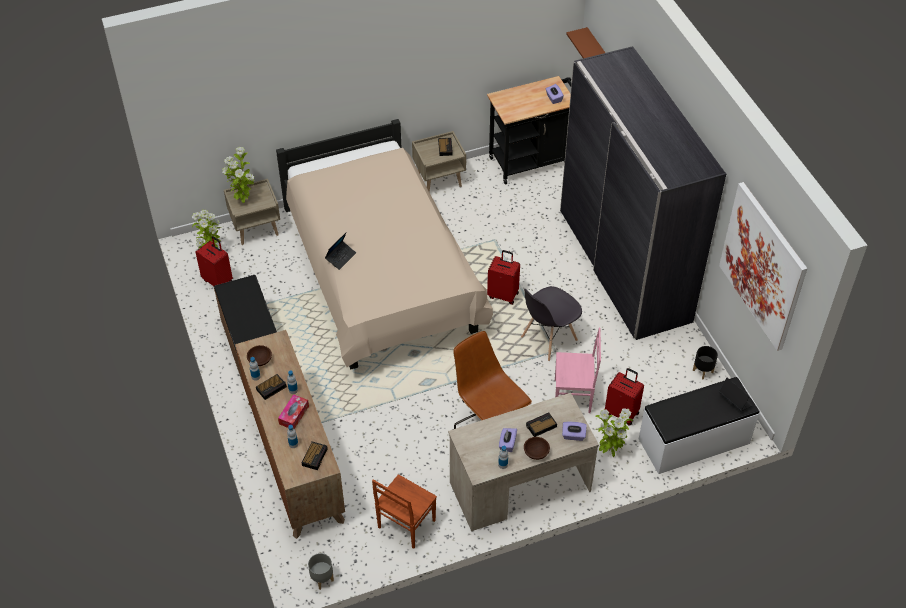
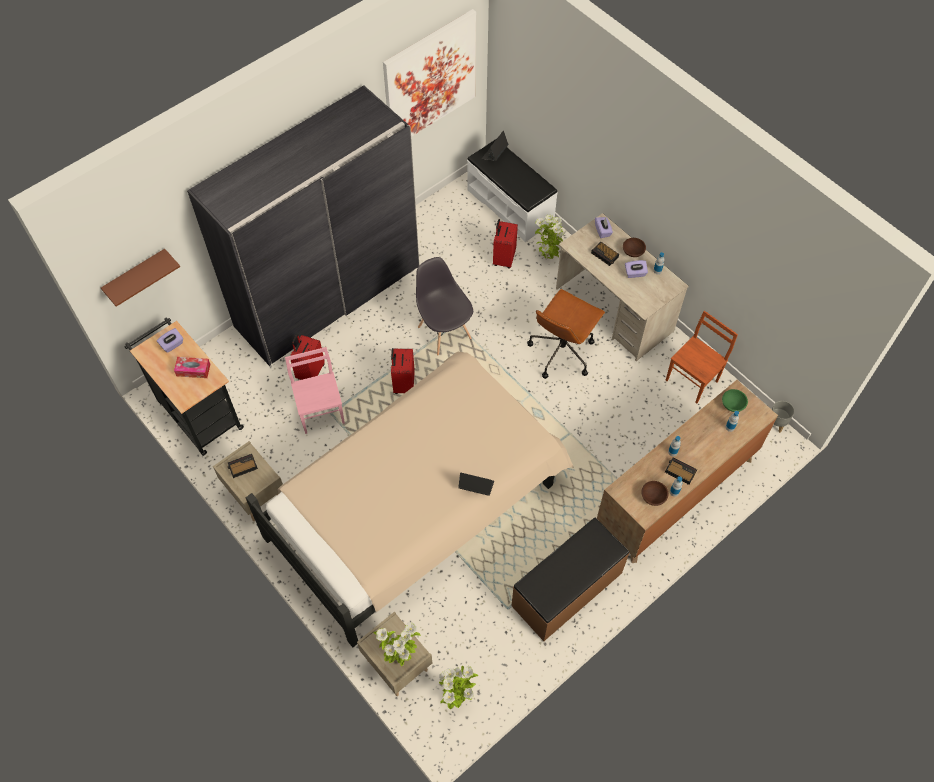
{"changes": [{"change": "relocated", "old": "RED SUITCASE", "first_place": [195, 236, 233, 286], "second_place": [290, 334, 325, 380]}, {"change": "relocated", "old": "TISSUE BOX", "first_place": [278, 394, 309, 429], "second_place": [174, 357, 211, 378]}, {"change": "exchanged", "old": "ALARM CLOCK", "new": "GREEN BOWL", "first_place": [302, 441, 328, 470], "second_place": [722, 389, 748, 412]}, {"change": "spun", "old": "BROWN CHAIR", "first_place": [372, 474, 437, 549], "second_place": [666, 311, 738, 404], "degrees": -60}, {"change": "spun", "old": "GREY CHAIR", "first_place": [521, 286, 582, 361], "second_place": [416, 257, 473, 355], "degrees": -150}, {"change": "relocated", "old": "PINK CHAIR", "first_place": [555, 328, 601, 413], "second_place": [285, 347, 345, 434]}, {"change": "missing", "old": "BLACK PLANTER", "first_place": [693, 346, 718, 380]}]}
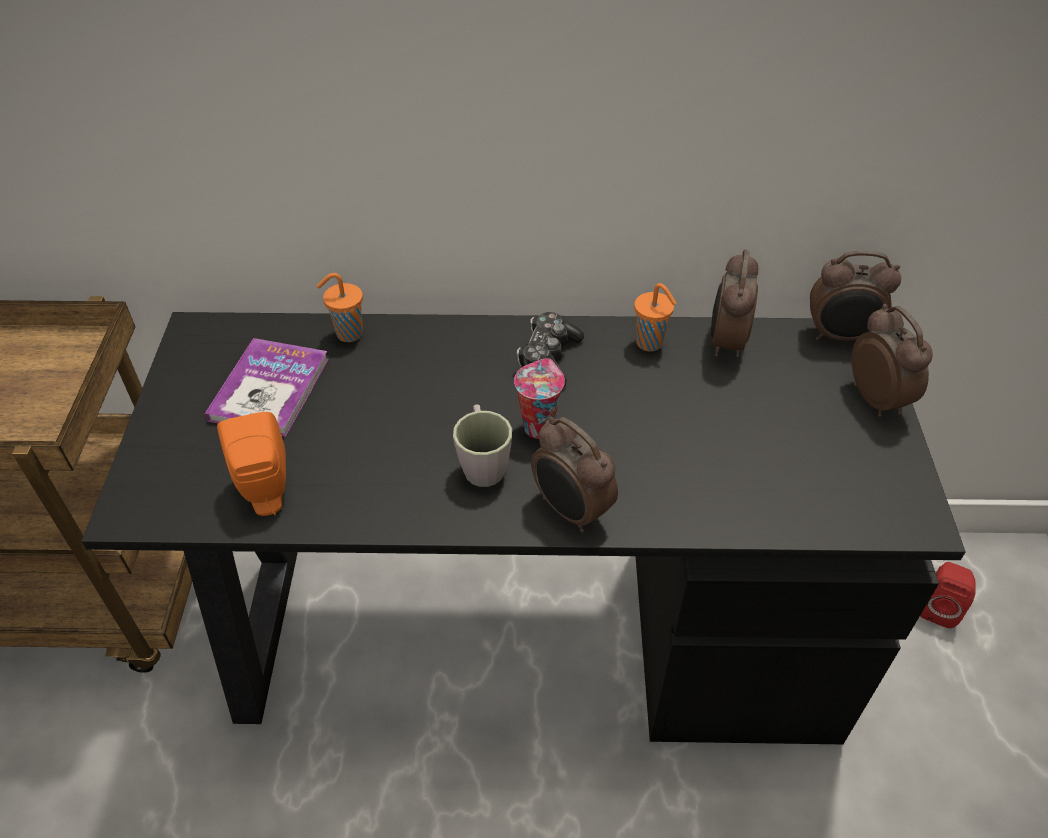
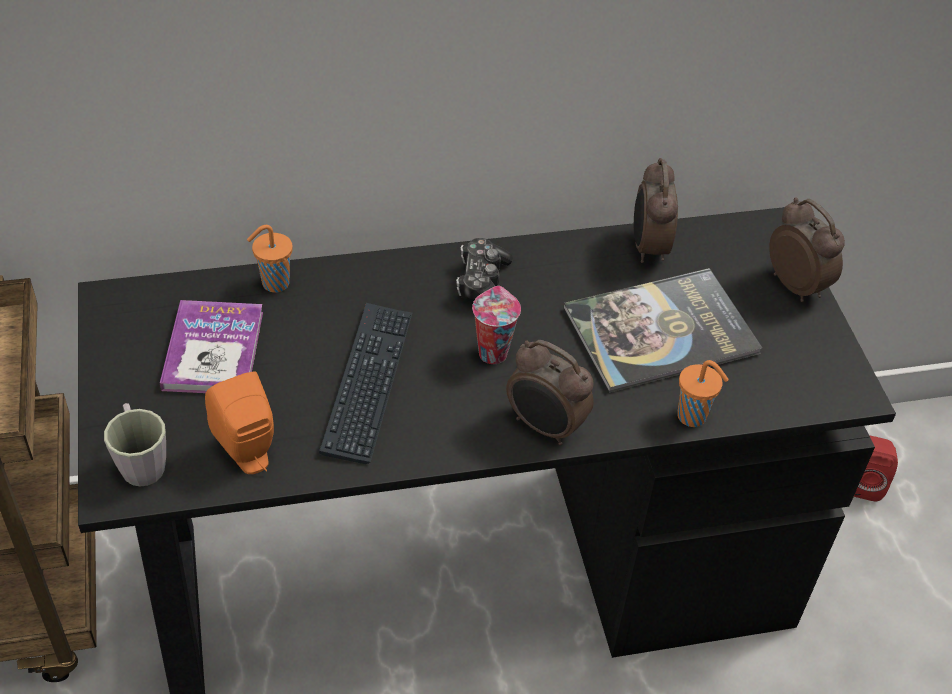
{"changes": [{"change": "relocated", "old": "GREY MUG", "first_place": [453, 404, 512, 487], "second_place": [104, 403, 166, 487]}, {"change": "relocated", "old": "ORANGE CUP", "first_place": [634, 283, 676, 351], "second_place": [677, 360, 729, 427]}, {"change": "missing", "old": "ALARM CLOCK", "first_place": [810, 250, 901, 341]}, {"change": "appeared", "new": "KEYBOARD", "second_place": [319, 303, 412, 464]}, {"change": "appeared", "new": "BOOK", "second_place": [564, 268, 762, 393]}]}
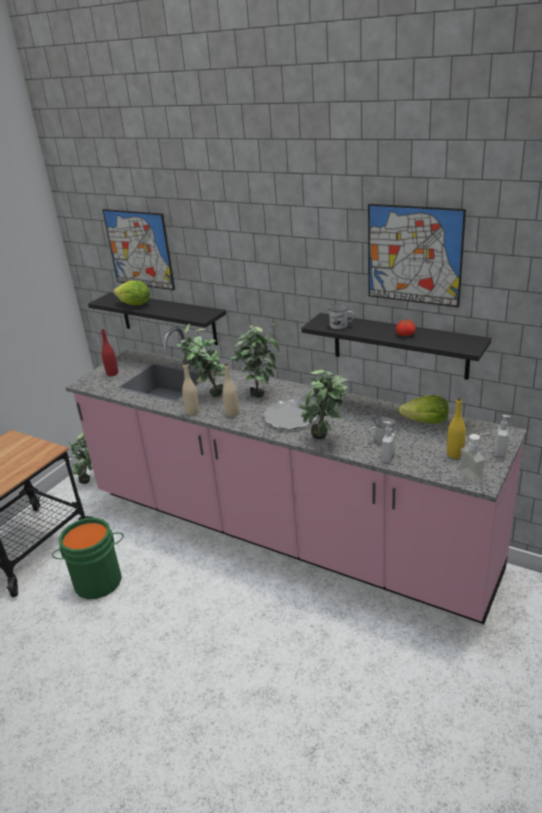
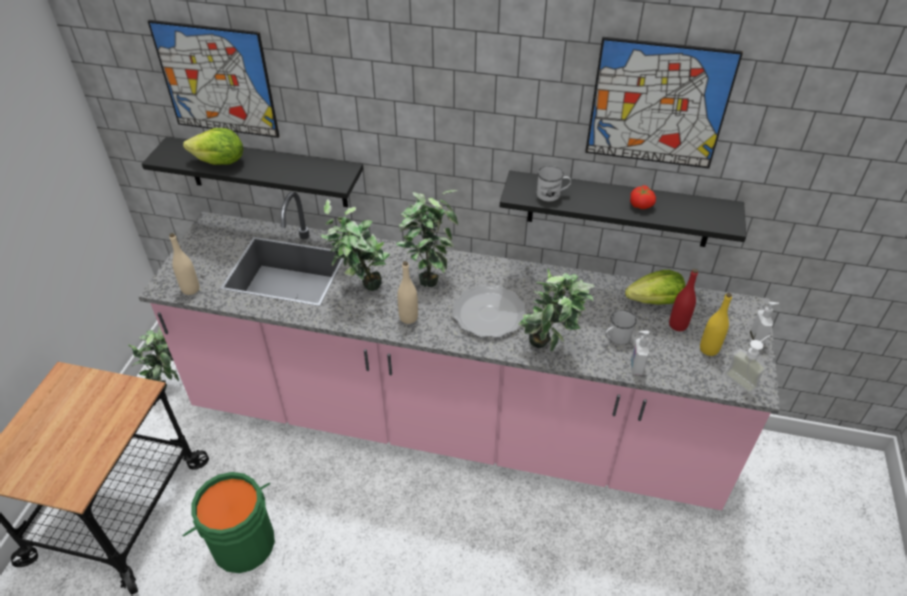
{"changes": [{"change": "relocated", "old": "RED BOTTLE", "first_place": [101, 329, 118, 376], "second_place": [669, 269, 698, 331]}, {"change": "relocated", "old": "BEIGE BOTTLE", "first_place": [182, 363, 199, 416], "second_place": [169, 233, 199, 295]}]}
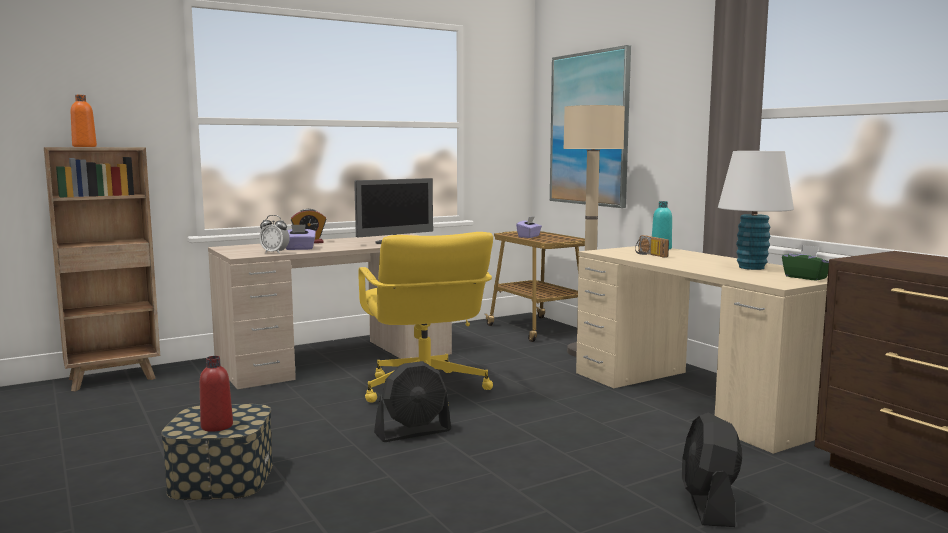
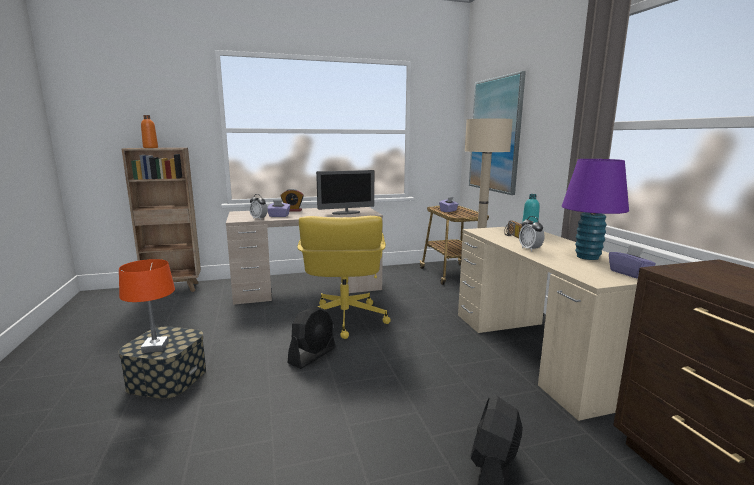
{"changes": [{"change": "exchanged", "old": "RED BOTTLE", "new": "ORANGE TABLE LAMP", "first_place": [199, 356, 233, 432], "second_place": [119, 259, 175, 353]}, {"change": "spun", "old": "BLACK FAN", "first_place": [374, 361, 451, 442], "second_place": [288, 306, 336, 369], "degrees": -45}, {"change": "colour", "old": "WHITE TABLE LAMP", "new": "PURPLE TABLE LAMP", "first_place": [718, 151, 794, 270], "second_place": [562, 159, 629, 260]}, {"change": "colour", "old": "GREEN TISSUE BOX", "new": "PURPLE TISSUE BOX", "first_place": [782, 245, 829, 280], "second_place": [609, 245, 656, 279]}, {"change": "appeared", "new": "ALARM CLOCK", "second_place": [519, 216, 545, 252]}]}
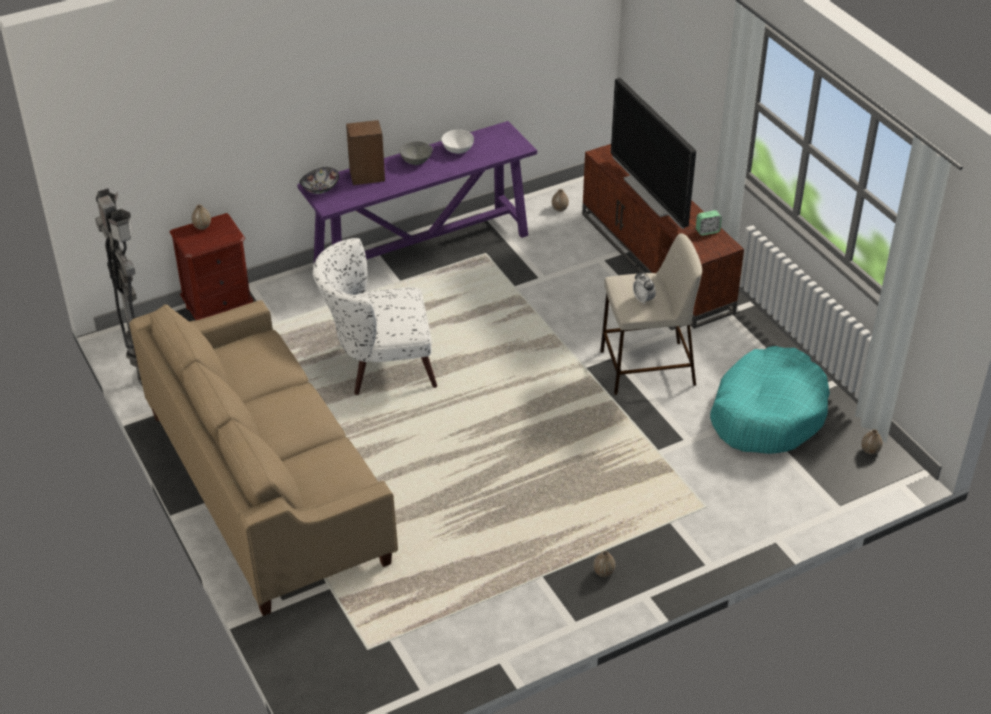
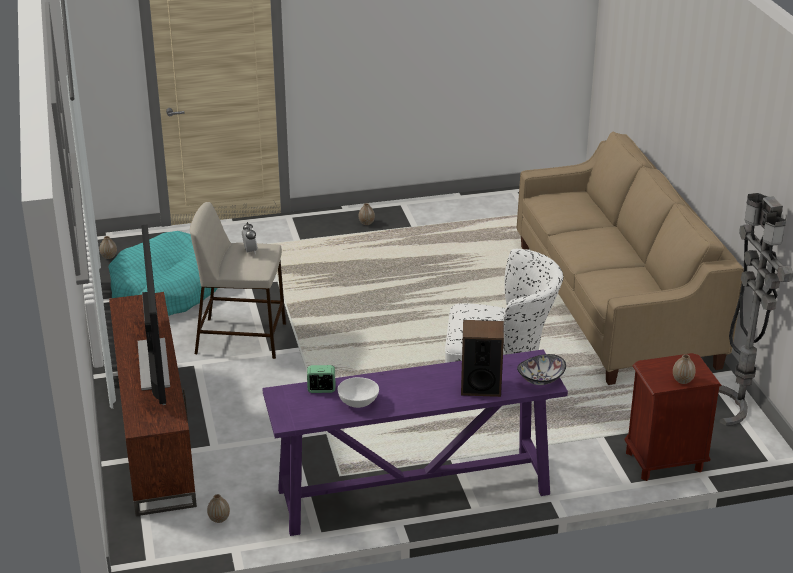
{"changes": [{"change": "missing", "old": "GREY BOWL", "first_place": [400, 141, 433, 165]}, {"change": "relocated", "old": "ALARM CLOCK", "first_place": [696, 210, 722, 236], "second_place": [307, 365, 336, 393]}]}
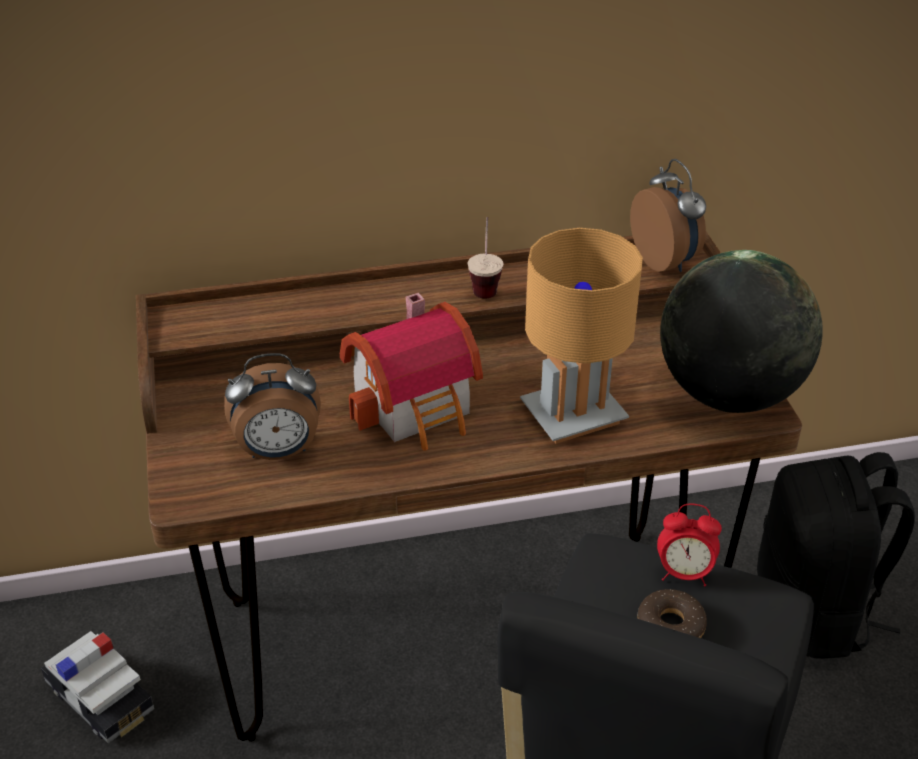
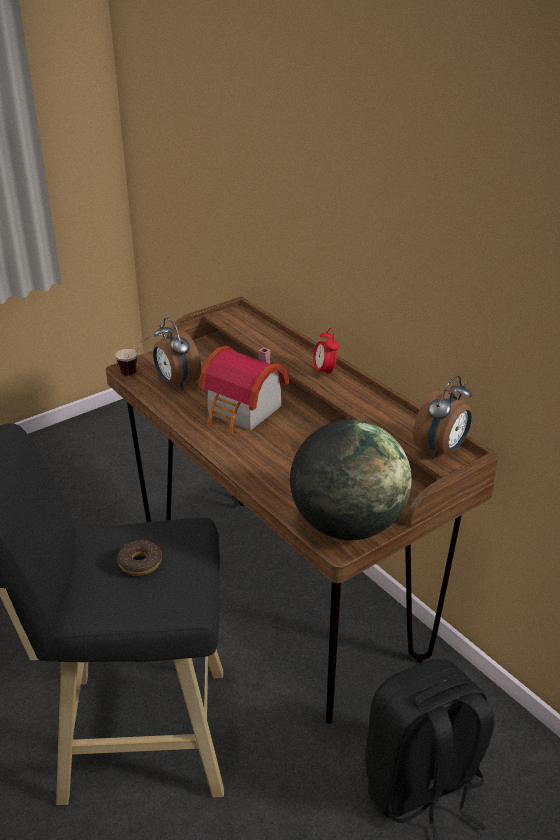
{"changes": [{"change": "missing", "old": "TOY CAR", "first_place": [41, 631, 154, 743]}, {"change": "relocated", "old": "CUP", "first_place": [467, 217, 503, 298], "second_place": [115, 335, 153, 376]}, {"change": "missing", "old": "BROWN TABLE LAMP", "first_place": [520, 228, 643, 444]}, {"change": "relocated", "old": "ALARM CLOCK", "first_place": [657, 504, 722, 586], "second_place": [313, 328, 339, 379]}]}
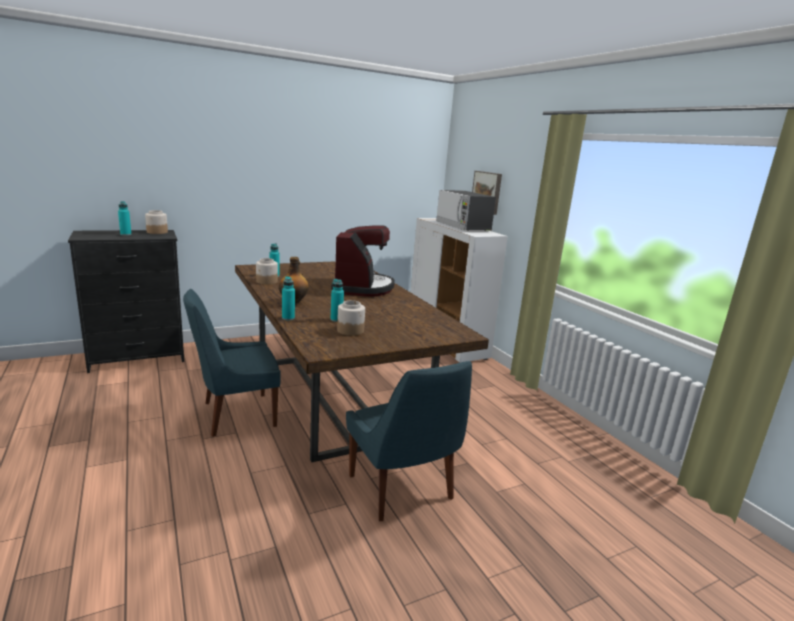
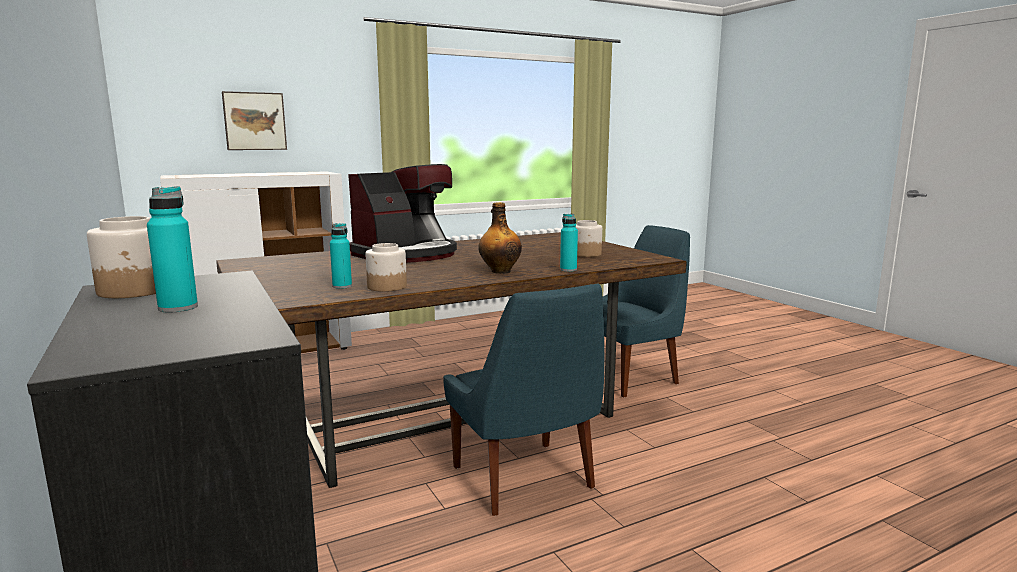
{"changes": [{"change": "missing", "old": "TURQUOISE BOTTLE", "first_place": [330, 279, 344, 322]}, {"change": "spun", "old": "COFFEE MACHINE", "first_place": [331, 225, 395, 297], "second_place": [348, 164, 457, 263], "degrees": 135}, {"change": "missing", "old": "MICROWAVE", "first_place": [436, 190, 496, 231]}]}
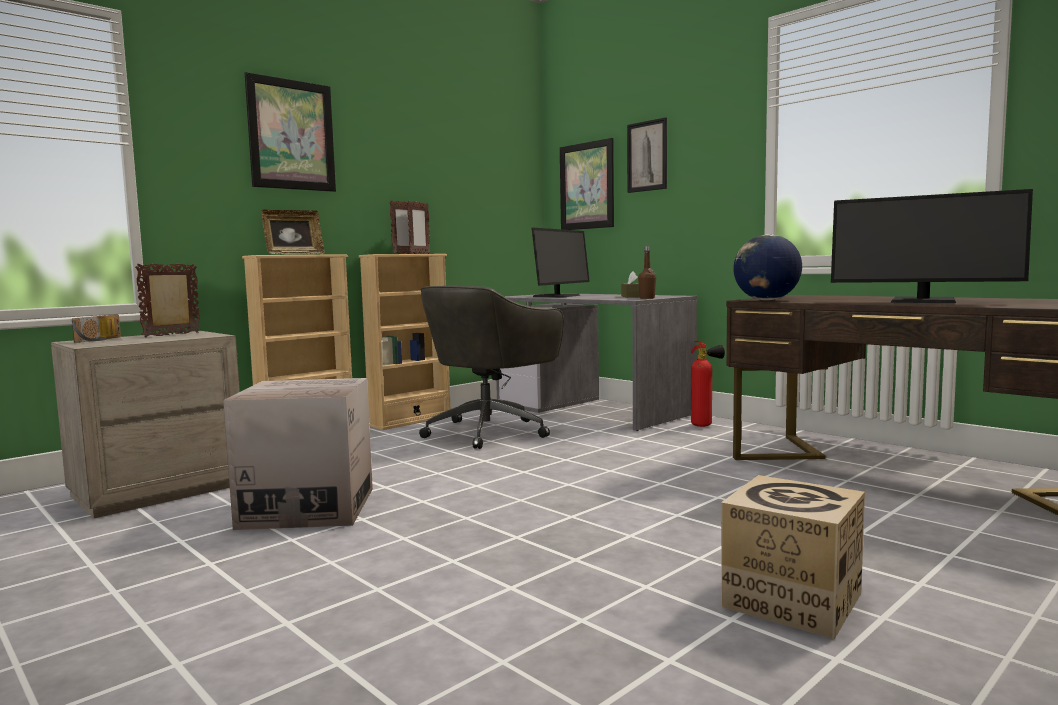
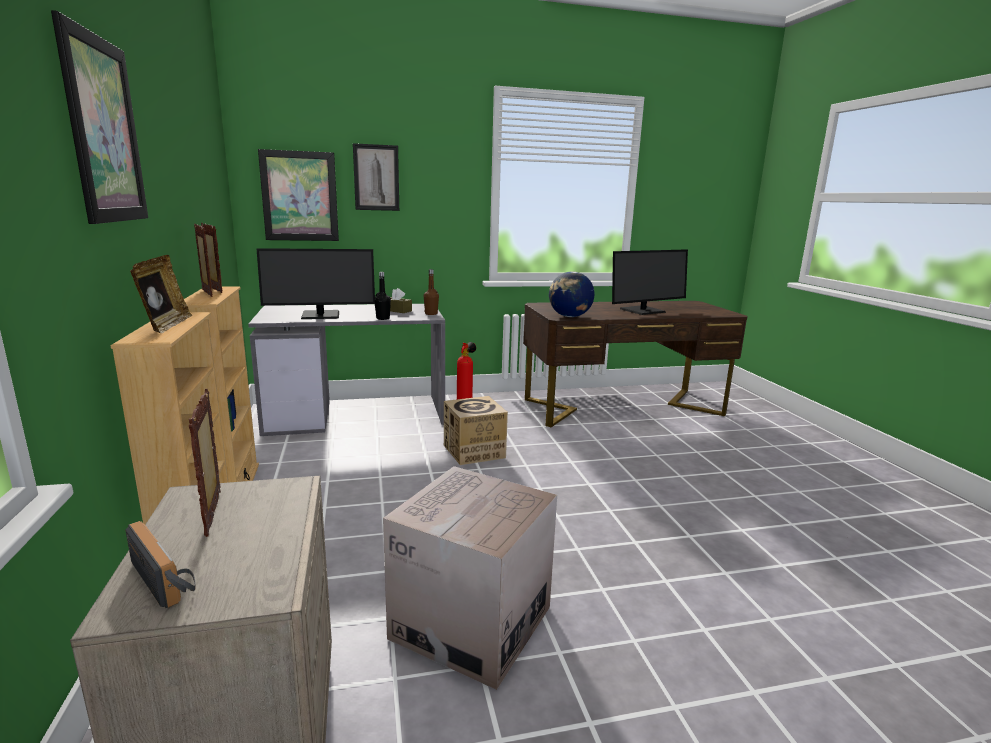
{"changes": [{"change": "missing", "old": "GREY OFFICE CHAIR", "first_place": [419, 286, 564, 449]}, {"change": "spun", "old": "MONITOR", "first_place": [532, 228, 590, 297], "second_place": [256, 248, 375, 319], "degrees": 105}, {"change": "relocated", "old": "CARDBOARD BOX", "first_place": [721, 475, 865, 639], "second_place": [444, 396, 508, 465]}, {"change": "appeared", "new": "BLACK BOTTLE", "second_place": [374, 272, 391, 320]}]}
